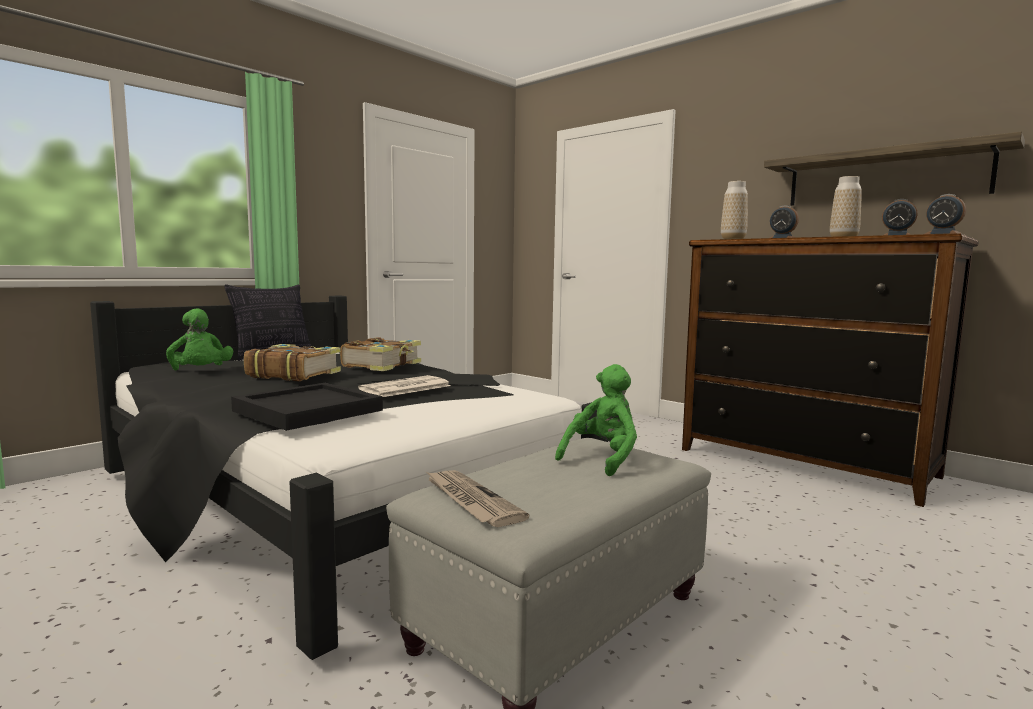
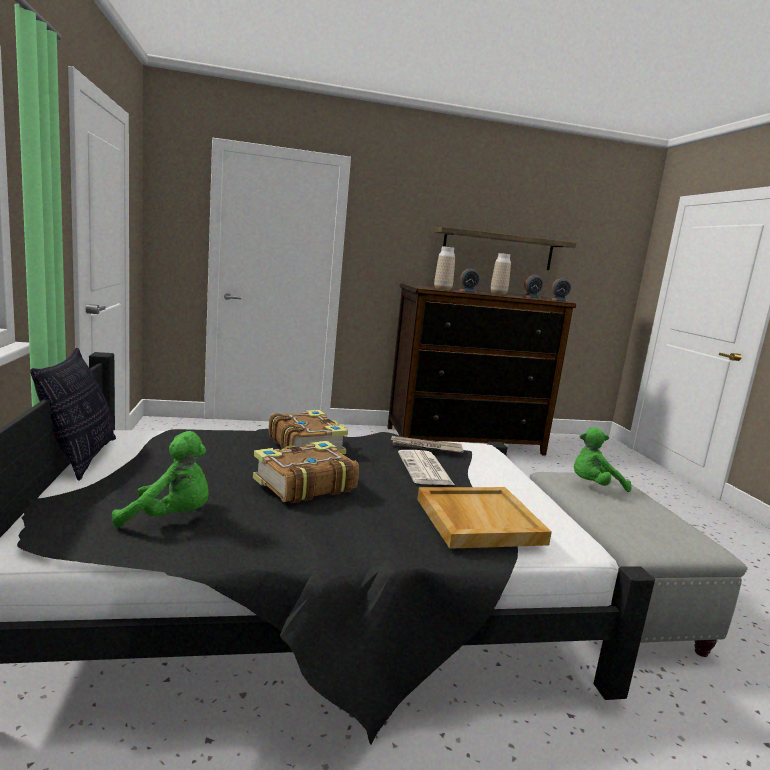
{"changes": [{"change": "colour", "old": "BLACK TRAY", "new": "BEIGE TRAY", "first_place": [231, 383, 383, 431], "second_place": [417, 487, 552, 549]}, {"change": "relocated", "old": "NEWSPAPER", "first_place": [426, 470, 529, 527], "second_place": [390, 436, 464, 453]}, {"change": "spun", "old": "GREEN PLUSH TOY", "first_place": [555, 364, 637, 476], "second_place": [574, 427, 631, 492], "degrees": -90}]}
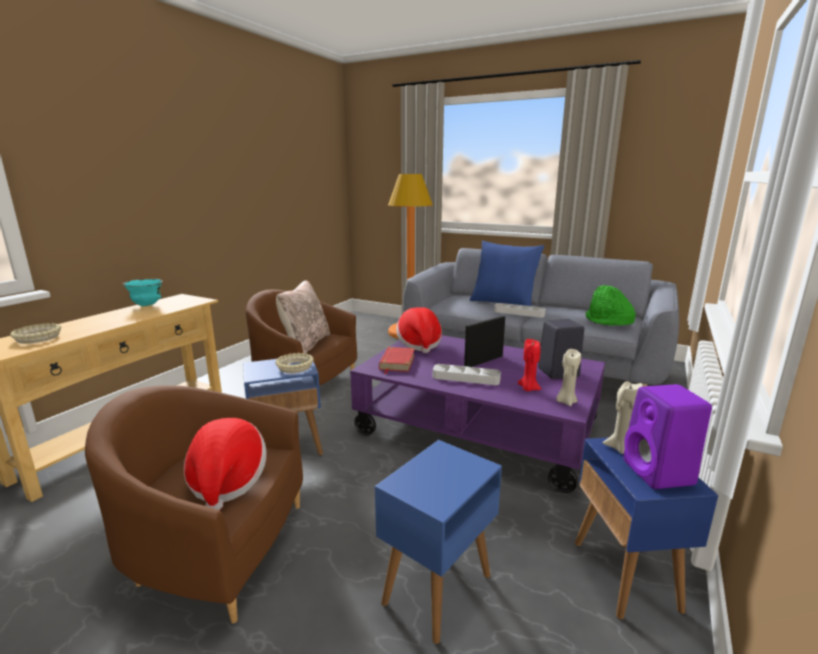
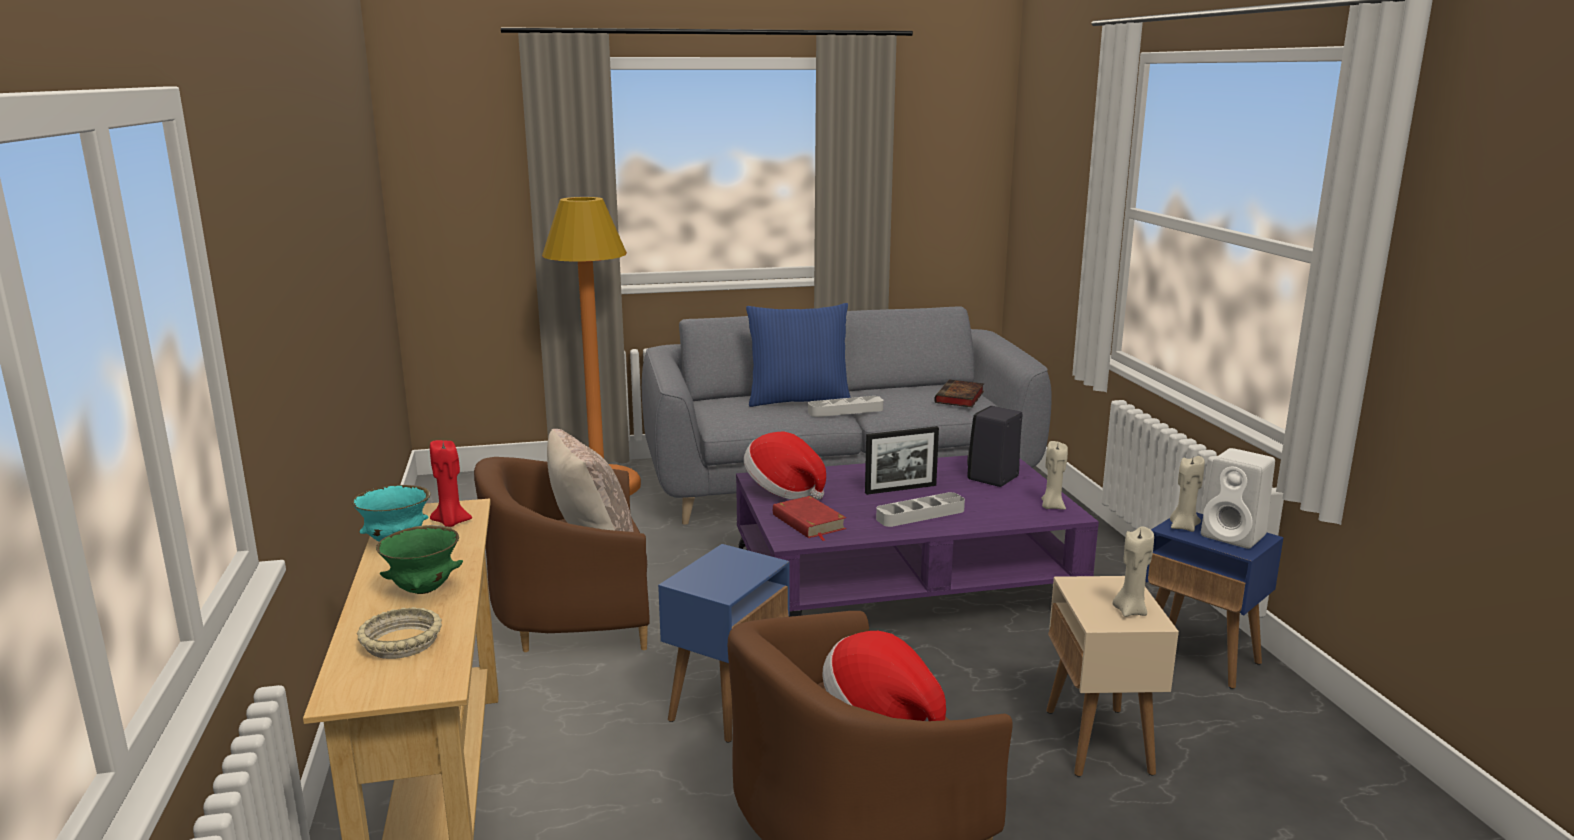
{"changes": [{"change": "missing", "old": "BEIGE BOWL", "first_place": [275, 353, 314, 373]}, {"change": "colour", "old": "BLUE SIDE TABLE", "new": "BEIGE SIDE TABLE", "first_place": [375, 440, 502, 644], "second_place": [1046, 576, 1179, 777]}, {"change": "spun", "old": "PICTURE FRAME", "first_place": [464, 316, 505, 367], "second_place": [865, 426, 939, 495], "degrees": -120}, {"change": "relocated", "old": "RED CANDLE", "first_place": [518, 339, 541, 391], "second_place": [430, 440, 472, 527]}, {"change": "exchanged", "old": "GREEN HAT", "new": "BOOK", "first_place": [586, 285, 636, 326], "second_place": [934, 380, 984, 407]}, {"change": "colour", "old": "PURPLE SPEAKER", "new": "WHITE SPEAKER", "first_place": [623, 384, 712, 489], "second_place": [1201, 448, 1275, 549]}, {"change": "appeared", "new": "GREEN BOWL", "second_place": [376, 525, 463, 594]}, {"change": "appeared", "new": "BEIGE CANDLE", "second_place": [1113, 526, 1154, 617]}]}
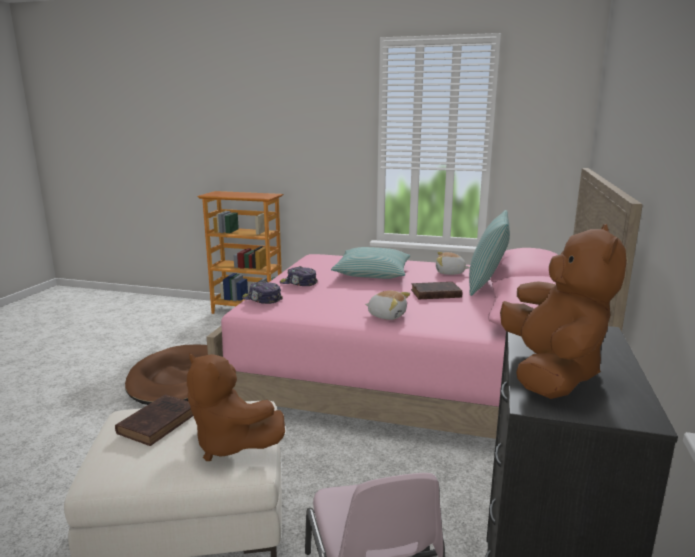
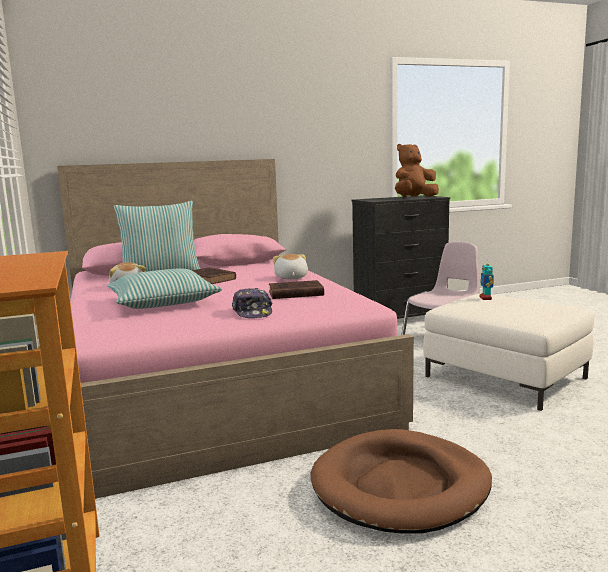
{"changes": [{"change": "relocated", "old": "BROWN BOOK", "first_place": [115, 394, 193, 446], "second_place": [269, 280, 324, 299]}, {"change": "exchanged", "old": "BROWN PLUSH TOY", "new": "TOY ROBOT", "first_place": [187, 353, 285, 461], "second_place": [480, 263, 494, 300]}, {"change": "missing", "old": "CAP", "first_place": [242, 281, 283, 304]}]}
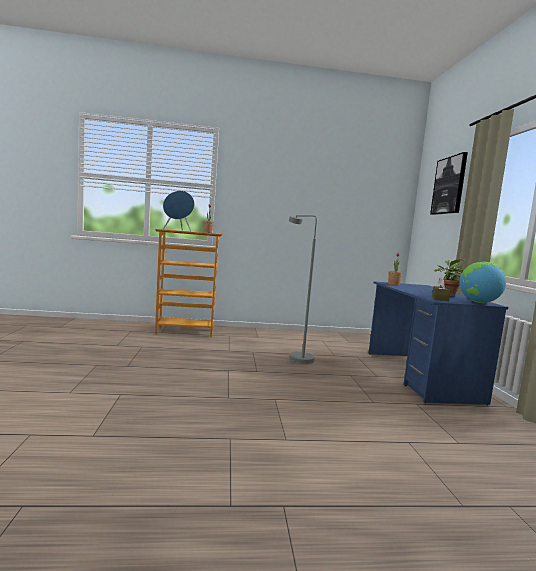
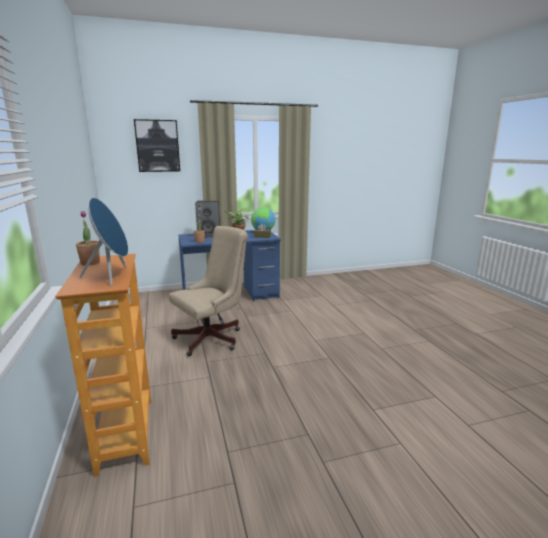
{"changes": [{"change": "exchanged", "old": "GREY FLOOR LAMP", "new": "BEIGE OFFICE CHAIR", "first_place": [289, 215, 317, 364], "second_place": [169, 226, 248, 356]}, {"change": "appeared", "new": "SPEAKER", "second_place": [195, 200, 220, 237]}]}
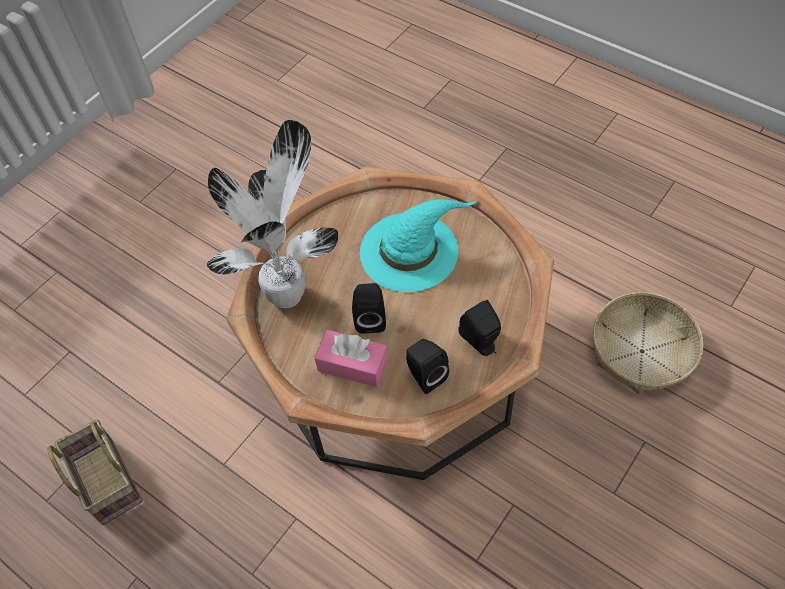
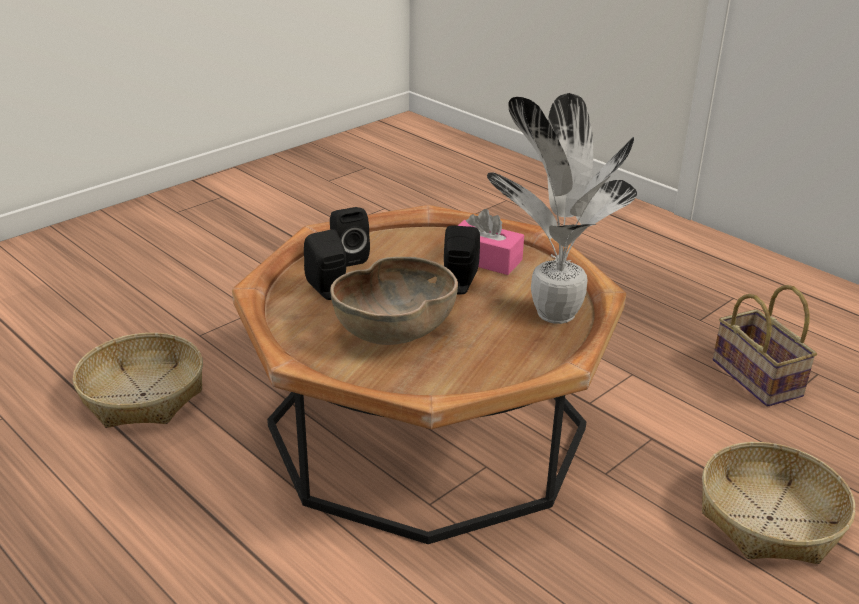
{"changes": [{"change": "exchanged", "old": "TURQUOISE HAT", "new": "BROWN BOWL", "first_place": [360, 199, 477, 292], "second_place": [330, 257, 458, 345]}, {"change": "relocated", "old": "BLACK SPEAKER", "first_place": [406, 339, 449, 394], "second_place": [304, 229, 346, 300]}, {"change": "appeared", "new": "BASKET", "second_place": [702, 442, 855, 564]}]}
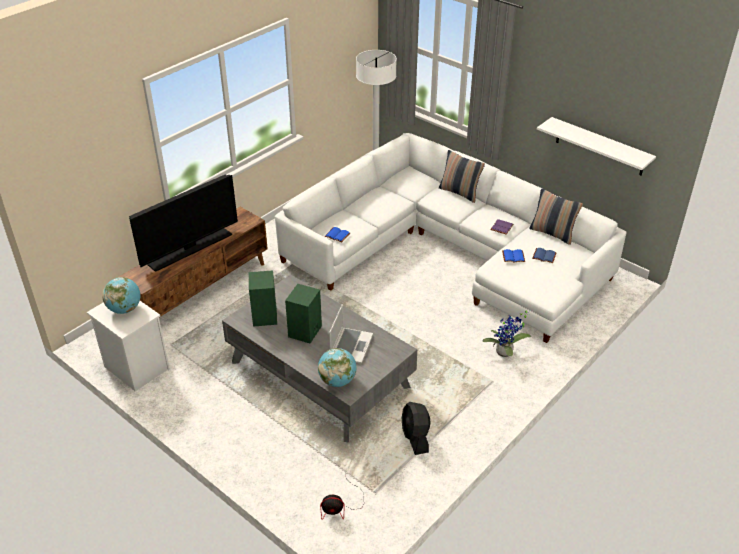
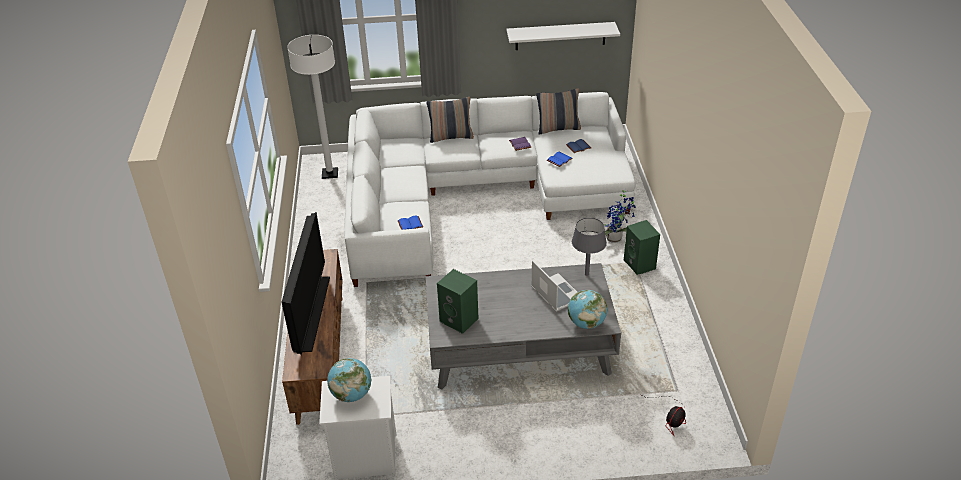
{"changes": [{"change": "relocated", "old": "GREEN SPEAKER", "first_place": [285, 284, 322, 343], "second_place": [624, 220, 660, 275]}, {"change": "missing", "old": "BLACK FAN", "first_place": [402, 402, 431, 455]}, {"change": "appeared", "new": "GREY TABLE LAMP", "second_place": [572, 218, 607, 276]}]}
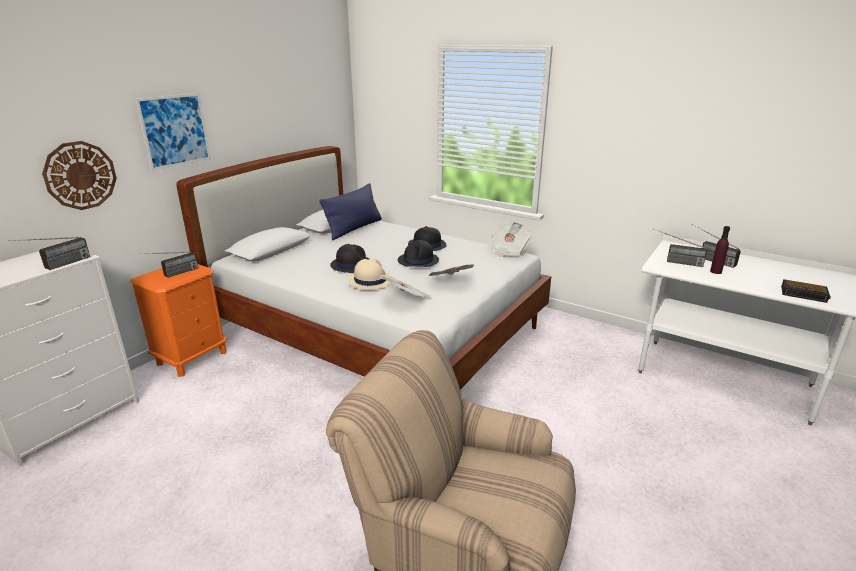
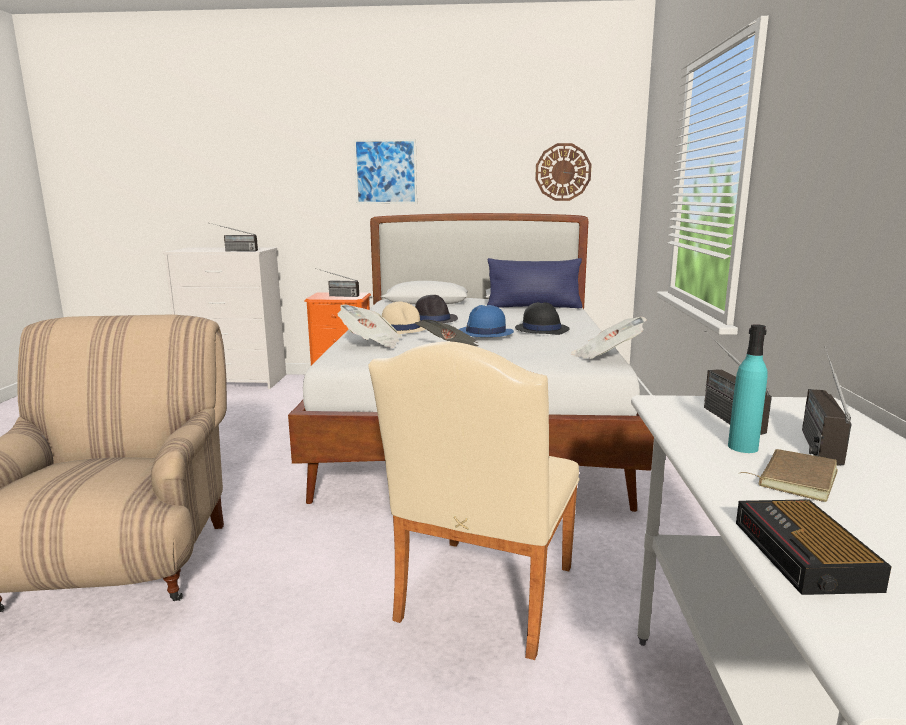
{"changes": [{"change": "relocated", "old": "WALL CLOCK", "first_place": [42, 141, 117, 210], "second_place": [535, 143, 592, 201]}, {"change": "colour", "old": "BLACK HAT", "new": "BLUE HAT", "first_place": [398, 240, 439, 267], "second_place": [459, 305, 514, 337]}, {"change": "colour", "old": "PURPLE BOTTLE", "new": "TURQUOISE BOTTLE", "first_place": [710, 226, 730, 274], "second_place": [728, 324, 768, 453]}, {"change": "appeared", "new": "BEIGE CHAIR", "second_place": [368, 342, 580, 660]}, {"change": "appeared", "new": "BROWN BOOK", "second_place": [740, 449, 838, 502]}]}
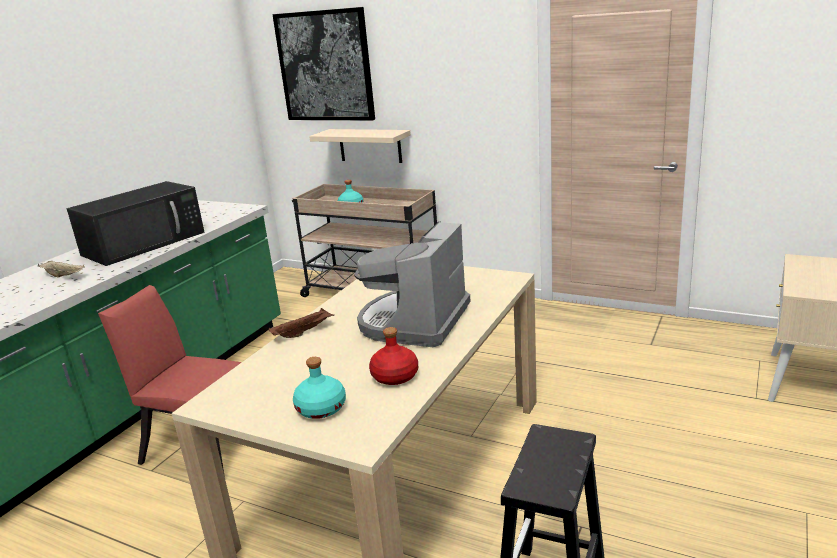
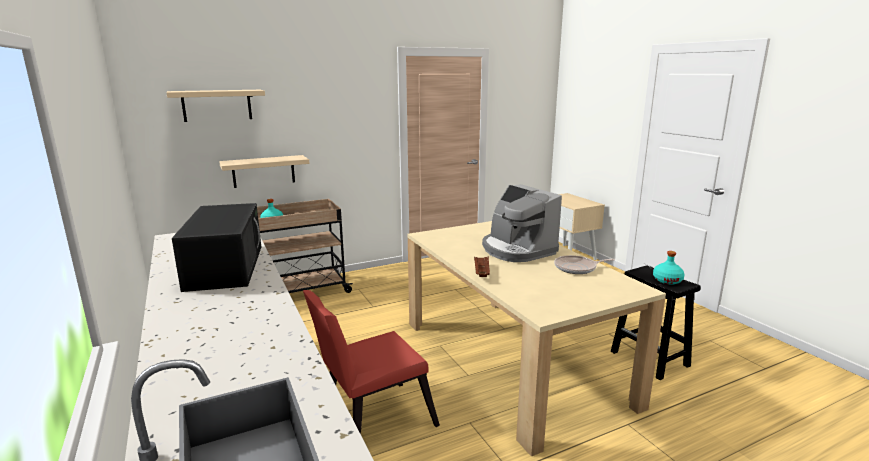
{"changes": [{"change": "missing", "old": "BEIGE TRAY", "first_place": [38, 260, 85, 278]}, {"change": "exchanged", "old": "PICTURE", "new": "BEIGE SHELF", "first_place": [273, 7, 375, 120], "second_place": [167, 90, 265, 122]}, {"change": "relocated", "old": "TURQUOISE BOTTLE", "first_place": [293, 357, 346, 419], "second_place": [653, 251, 685, 285]}, {"change": "exchanged", "old": "RED BOTTLE", "new": "FRYING PAN", "first_place": [369, 327, 418, 385], "second_place": [554, 255, 615, 274]}]}
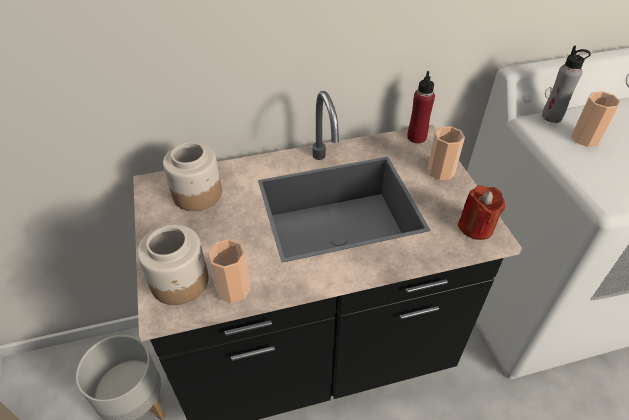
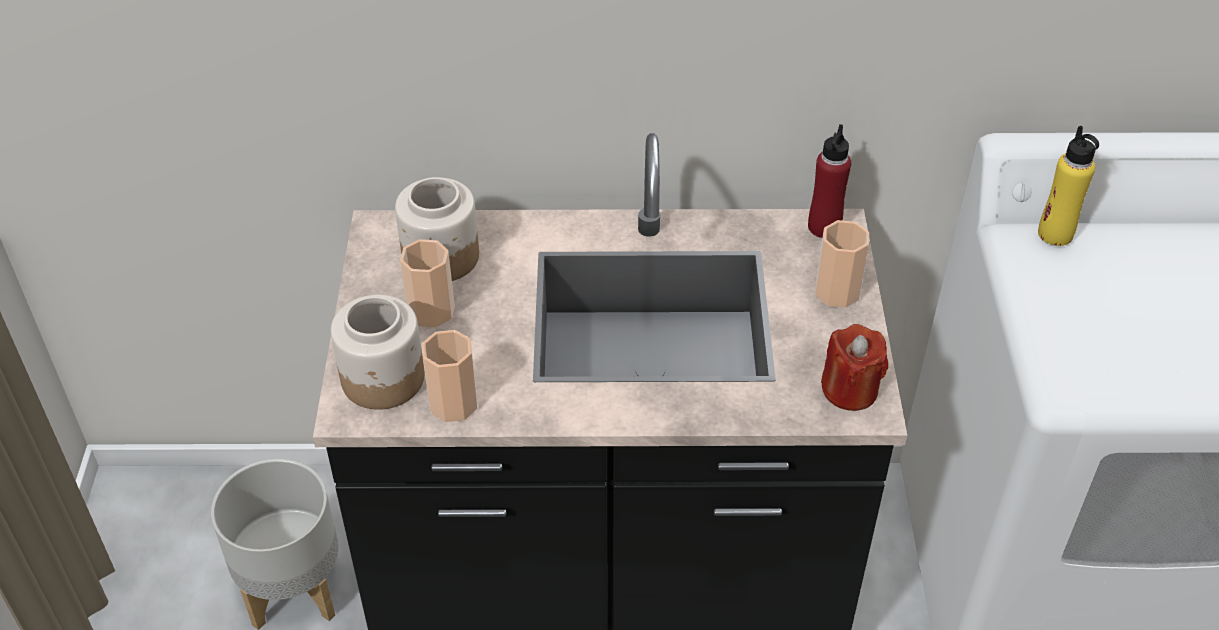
{"changes": [{"change": "colour", "old": "GREY BOTTLE", "new": "YELLOW BOTTLE", "first_place": [542, 45, 591, 123], "second_place": [1038, 126, 1099, 246]}, {"change": "relocated", "old": "CUP", "first_place": [571, 91, 621, 147], "second_place": [400, 239, 455, 327]}]}
